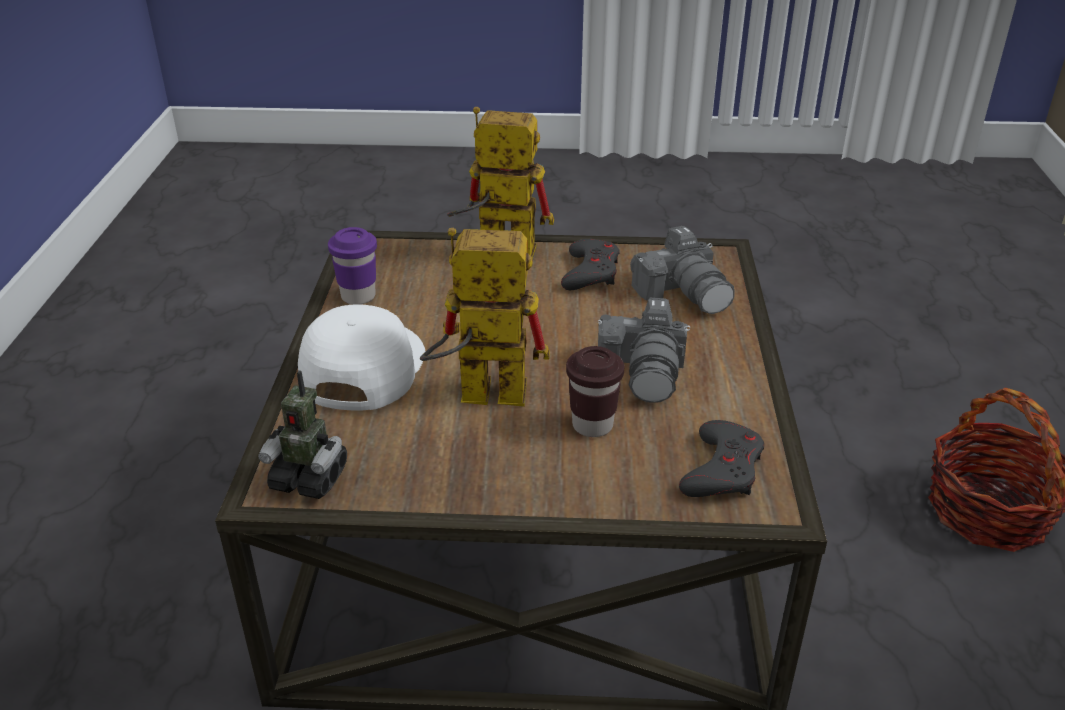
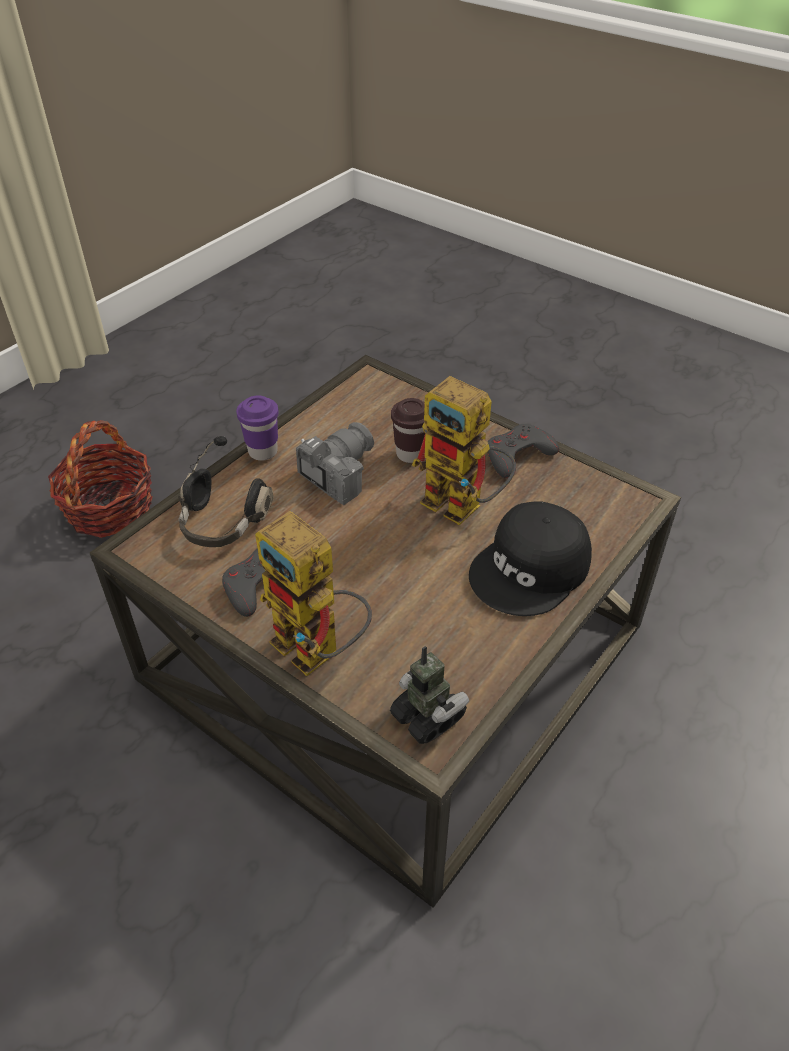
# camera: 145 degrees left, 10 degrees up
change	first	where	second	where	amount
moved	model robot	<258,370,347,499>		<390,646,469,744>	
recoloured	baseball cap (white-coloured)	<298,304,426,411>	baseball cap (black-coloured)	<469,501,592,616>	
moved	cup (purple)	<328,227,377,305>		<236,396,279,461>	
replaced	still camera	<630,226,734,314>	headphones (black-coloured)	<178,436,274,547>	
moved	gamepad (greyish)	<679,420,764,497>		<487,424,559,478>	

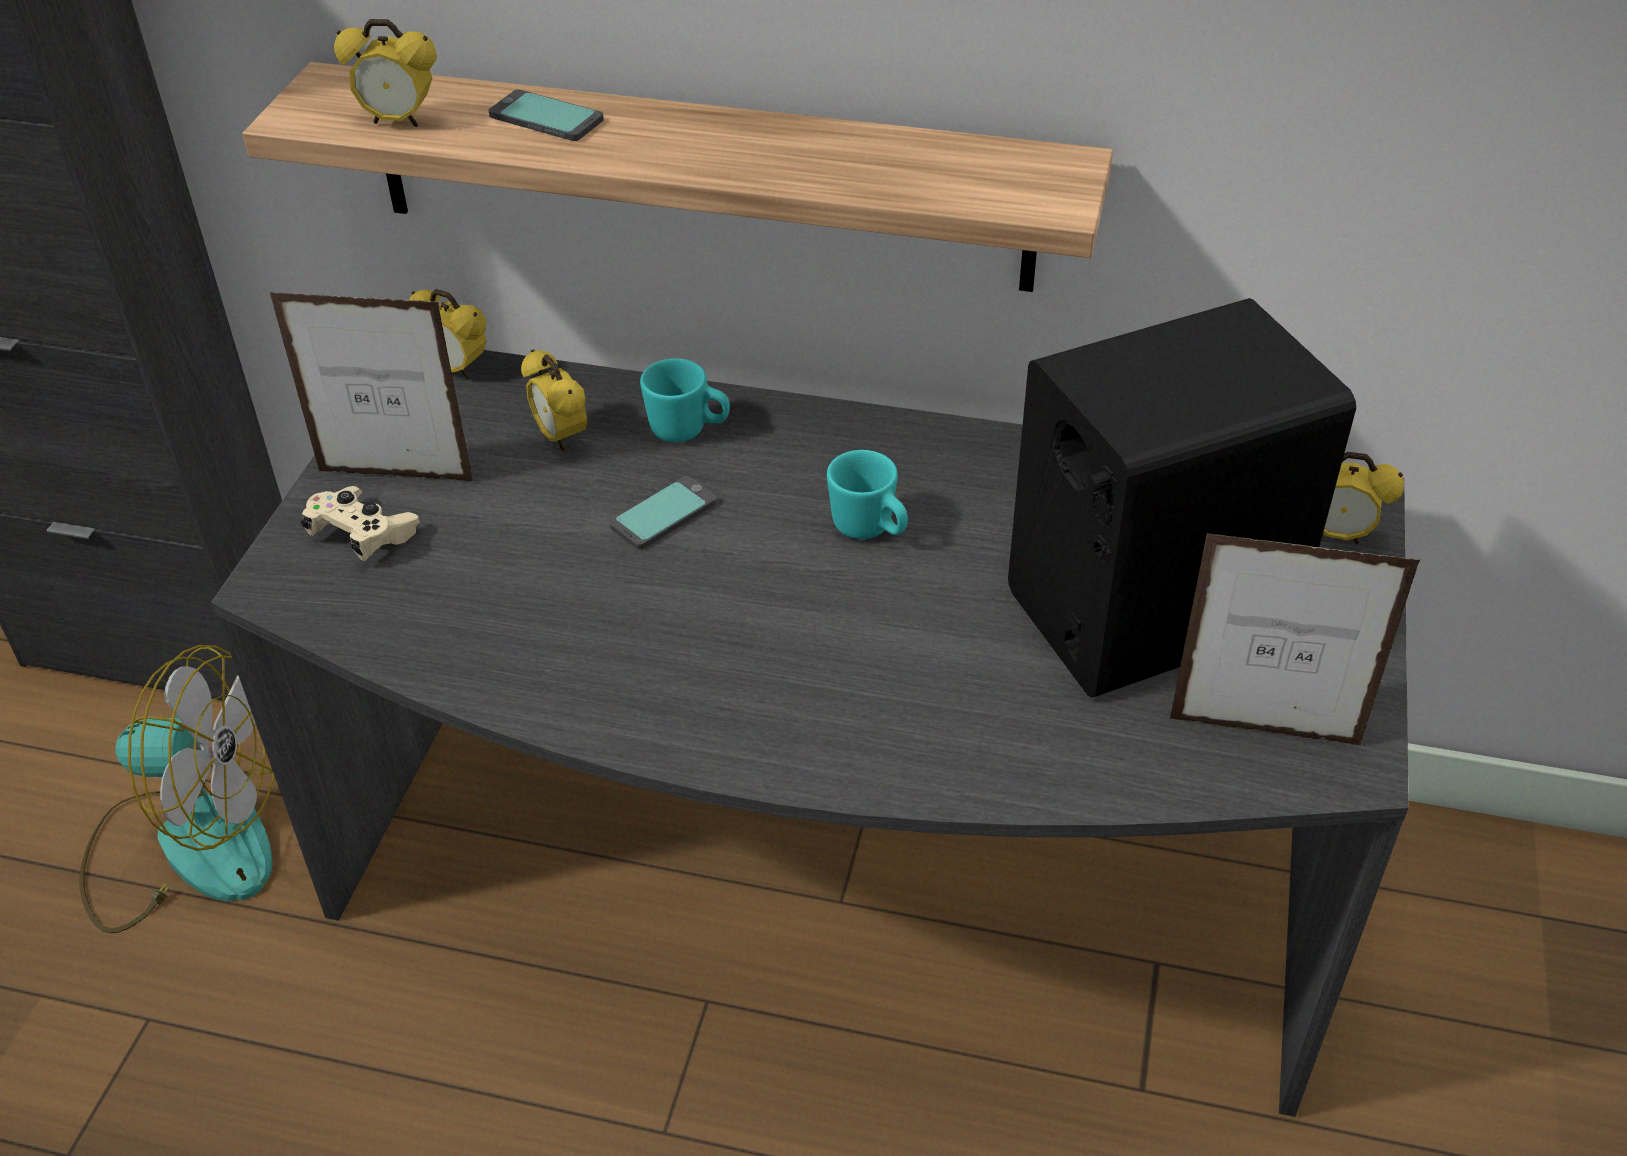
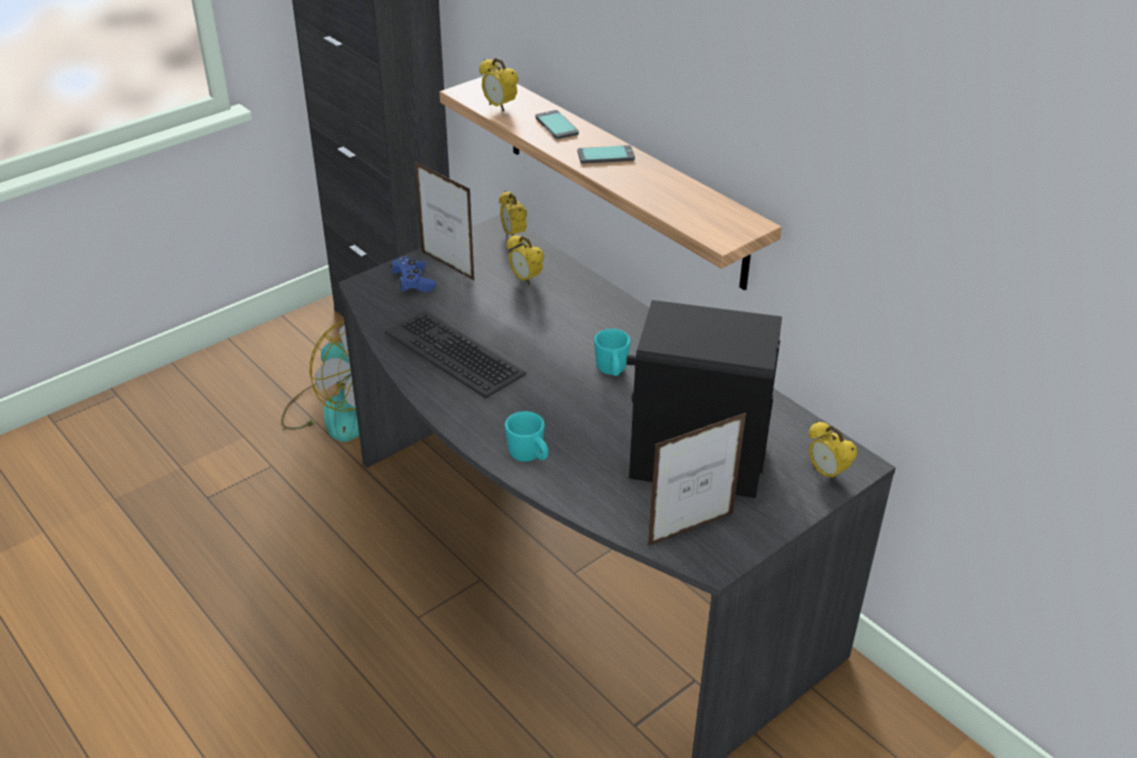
# camera: 35 degrees right, 5 degrees down
change	first	where	second	where	amount
recoloured	gamepad (beige-coloured)	<301,486,420,561>	gamepad (blue-coloured)	<390,257,436,292>	
turned	bedside clock	<521,349,587,452>		<507,235,544,285>	45 degrees counterclockwise
moved	phone	<609,476,717,550>		<578,145,635,164>	
moved	tea mug (turquoise)	<640,358,730,442>		<505,411,548,462>	
turned	picture frame	<1170,533,1421,745>		<647,412,746,547>	105 degrees clockwise
added			keyboard	<385,311,526,399>	

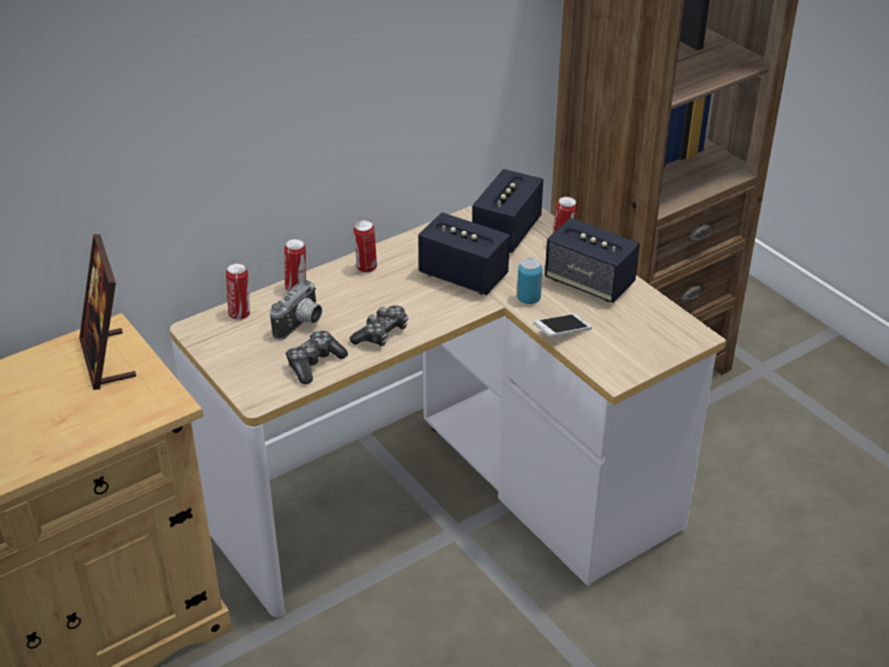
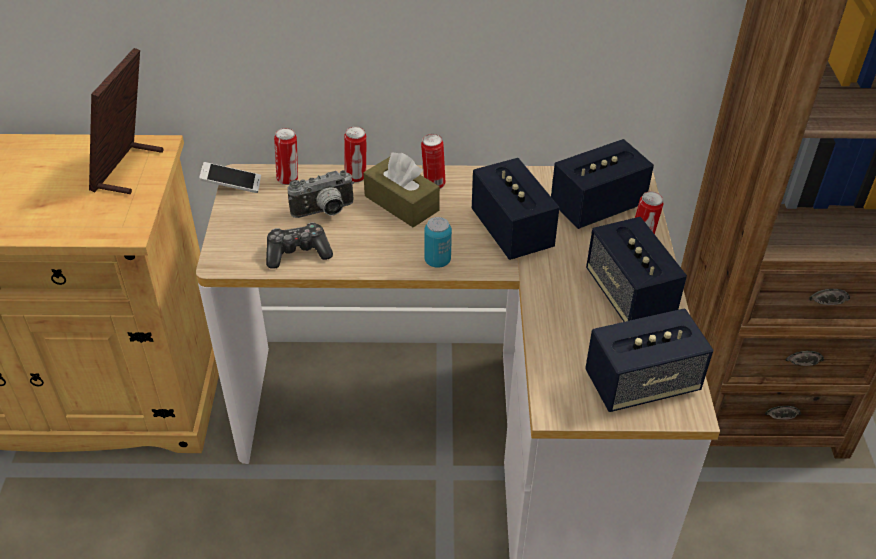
# camera: 35 degrees right, 5 degrees up
change	first	where	second	where	amount
removed	gamepad	<350,306,408,347>			
moved	can	<517,258,542,304>		<424,217,452,268>	
moved	phone	<533,314,592,337>		<199,162,261,193>	
added			tissue box (brown-coloured)	<363,153,440,227>	
added			audio speaker	<585,308,713,412>	

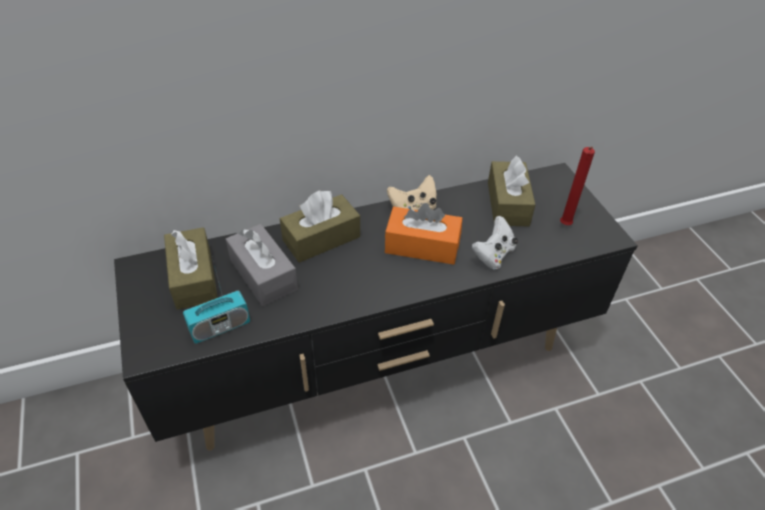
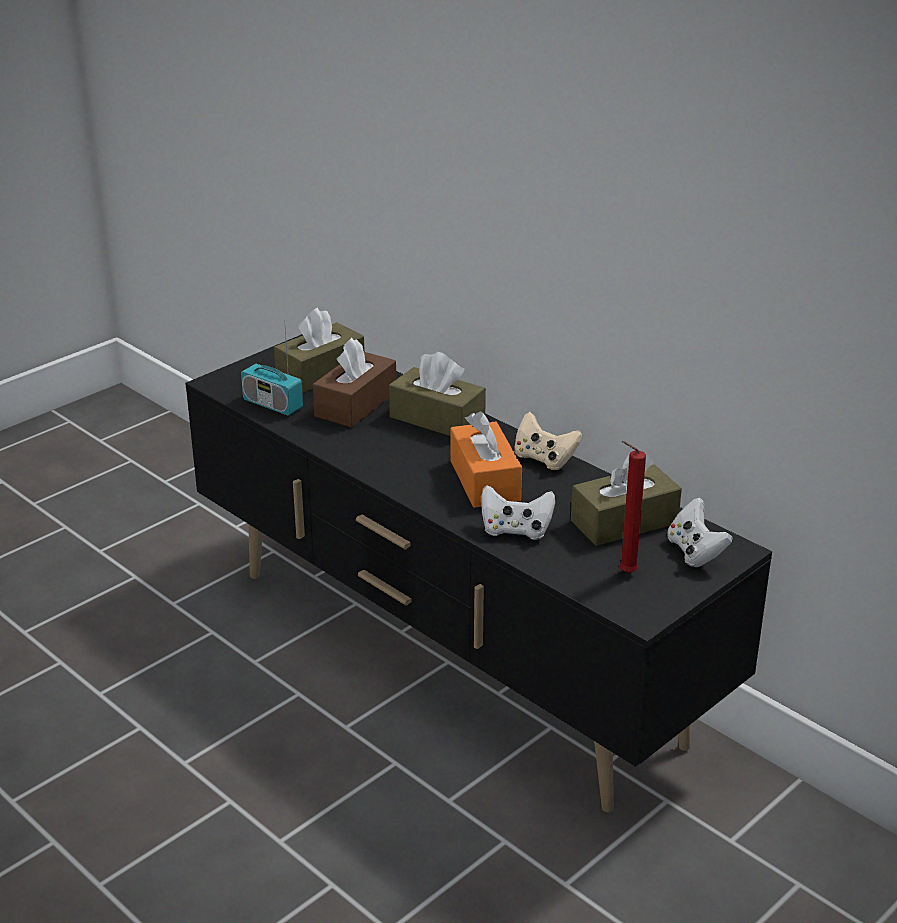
# camera: 65 degrees right, 15 degrees down
change	first	where	second	where	amount
recoloured	tissue box (greyish)	<226,224,298,306>	tissue box (brown-coloured)	<313,338,396,428>	
added			gamepad (white-coloured)	<667,498,733,567>	

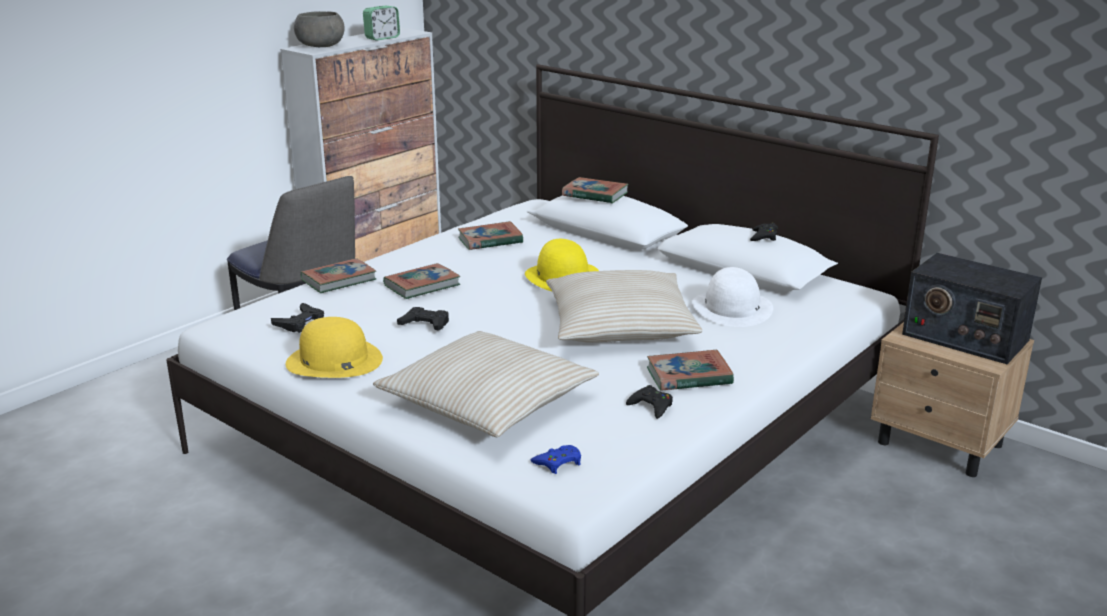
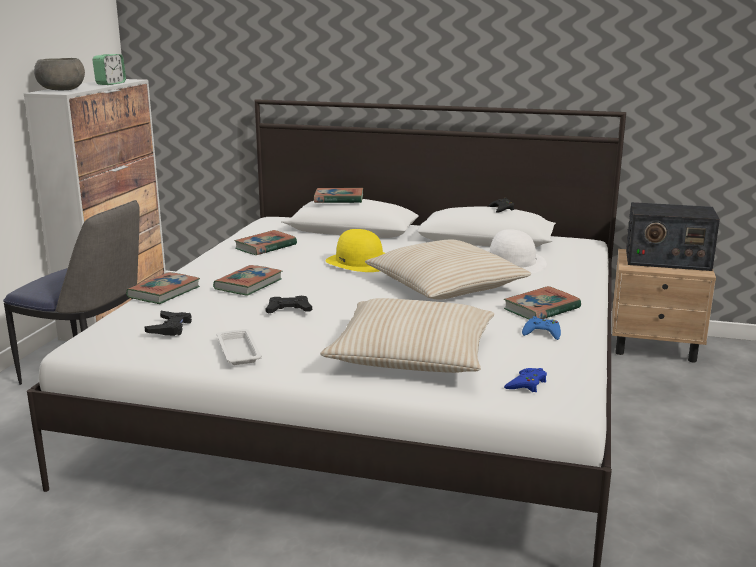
# camera: 25 degrees left, 5 degrees down
change	first	where	second	where	amount
replaced	clothing hat (yellow-coloured)	<286,317,383,378>	tray (white-coloured)	<217,329,262,365>	
recoloured	gamepad (black-coloured)	<626,385,673,419>	gamepad (blue-coloured)	<522,316,561,340>	

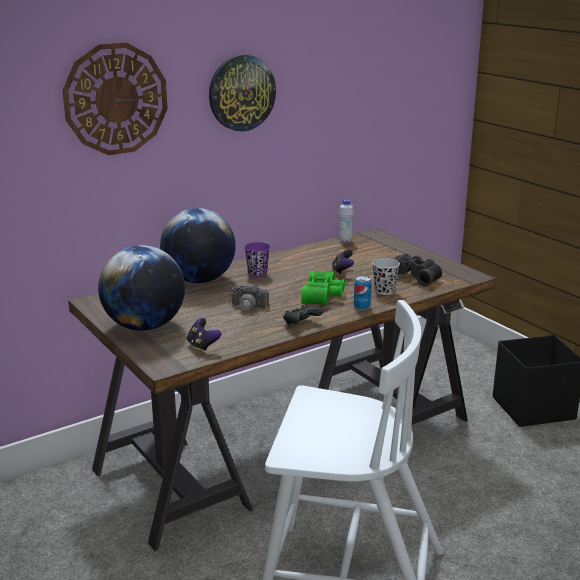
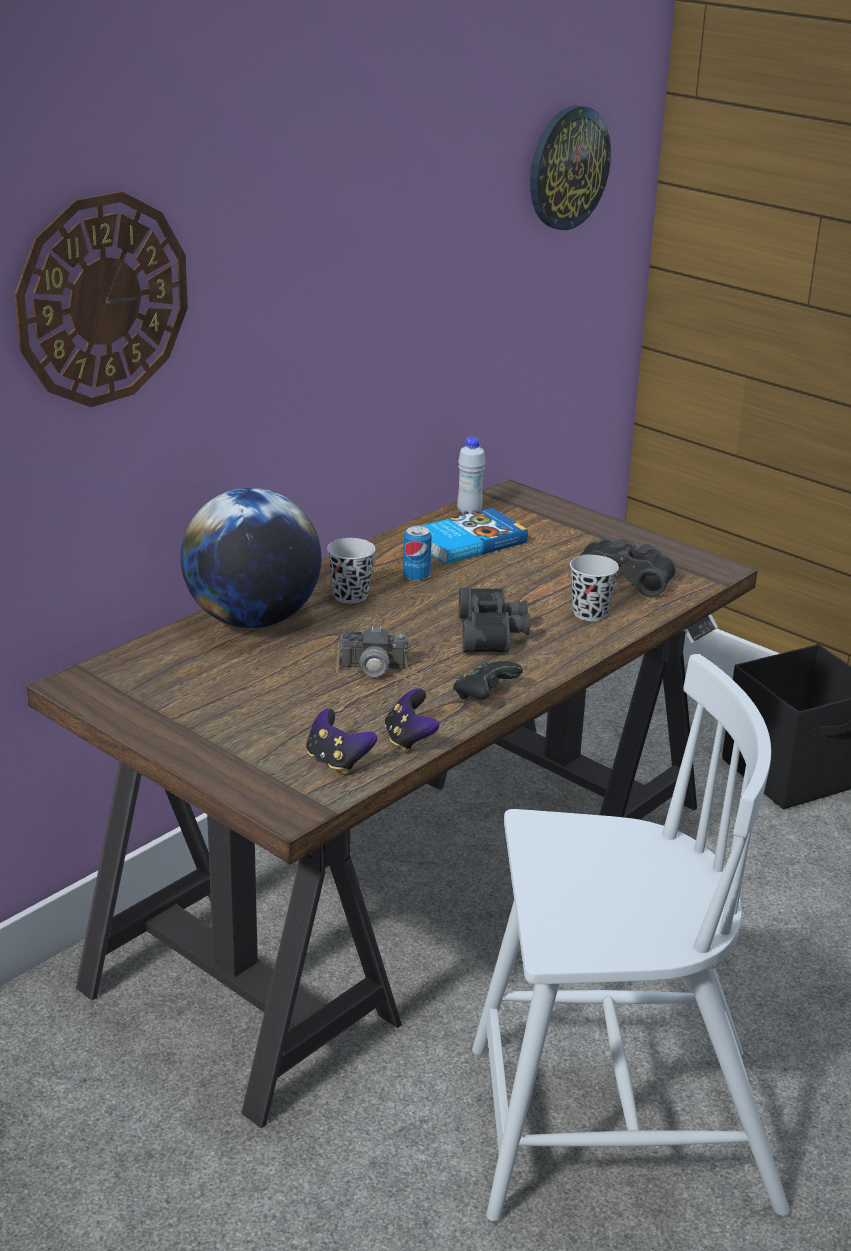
# camera: 15 degrees left, 5 degrees up
change	first	where	second	where	amount
removed	world globe	<98,245,185,331>			
moved	clock on the wall	<209,55,276,132>		<530,105,611,230>	
recoloured	cup (purple)	<244,242,270,277>	cup (black-coloured)	<327,538,375,604>	
recoloured	field glasses (greenish)	<301,270,345,305>	field glasses (black-coloured)	<459,588,530,653>	
moved	gamepad	<332,250,354,275>		<384,688,439,752>	
moved	can	<354,276,372,310>		<403,526,432,581>	
added			volume	<422,508,528,564>	

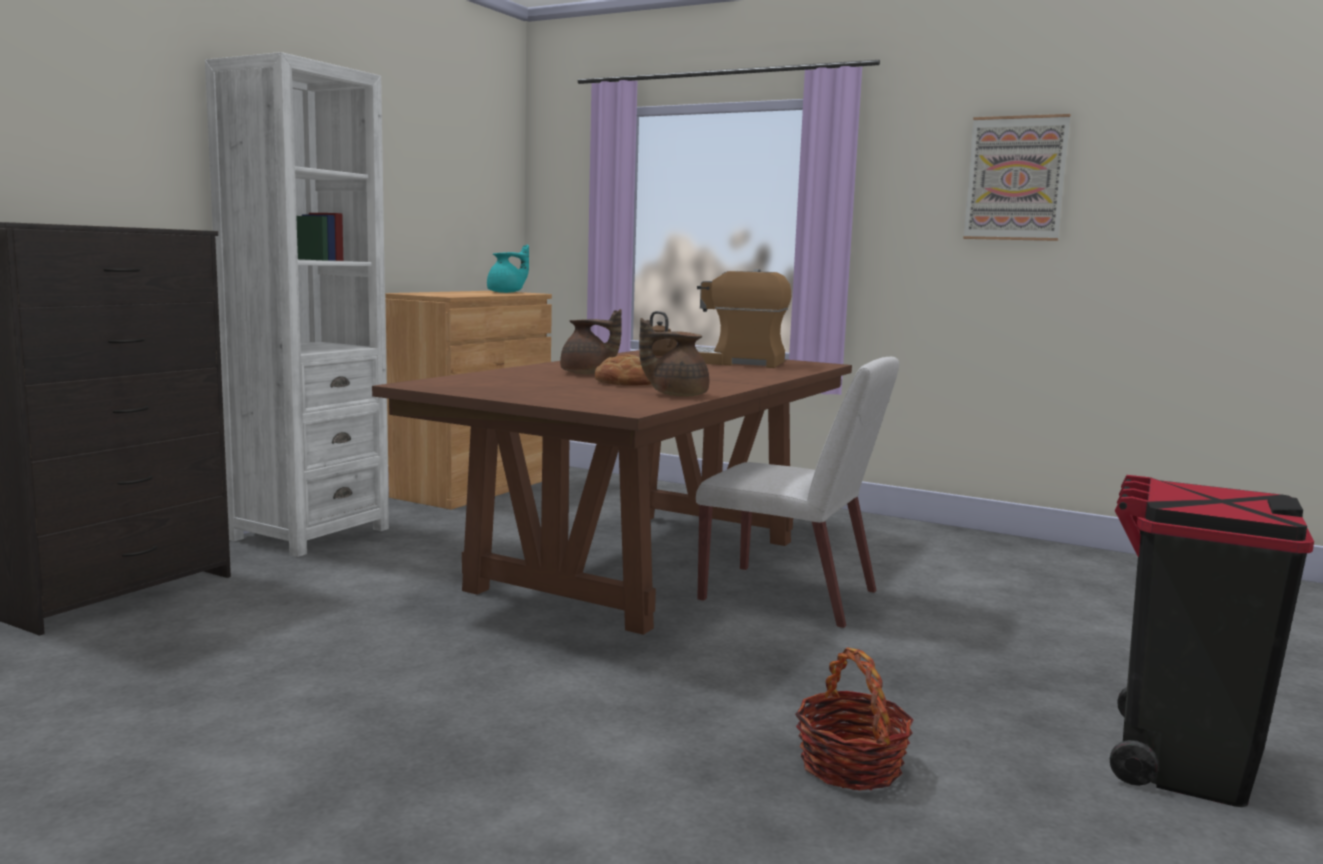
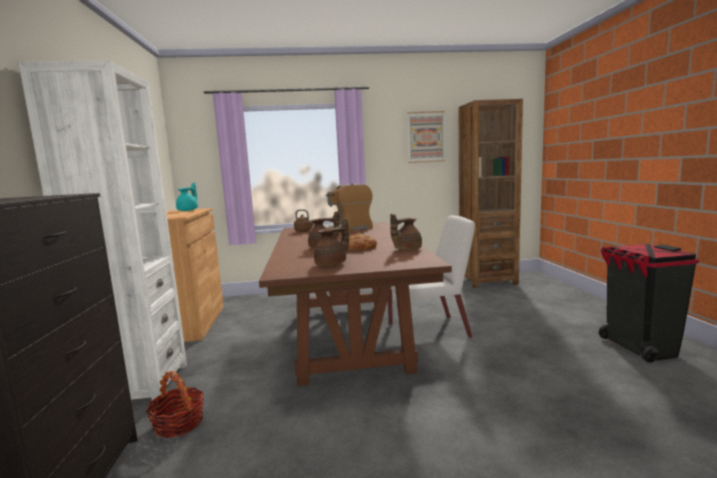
# camera: 35 degrees left, 0 degrees up
change	first	where	second	where	amount
moved	storage basket	<795,648,914,790>		<146,371,204,438>	
added			teapot (brown-coloured)	<314,219,349,266>	
added			shelving unit (brown-coloured)	<459,99,523,289>	

